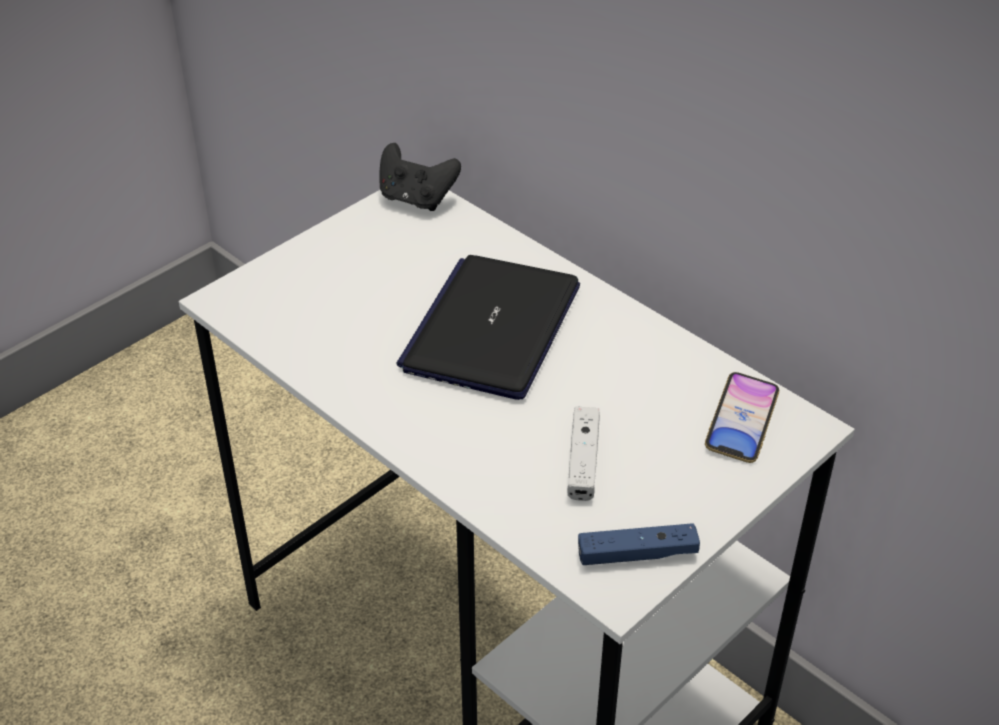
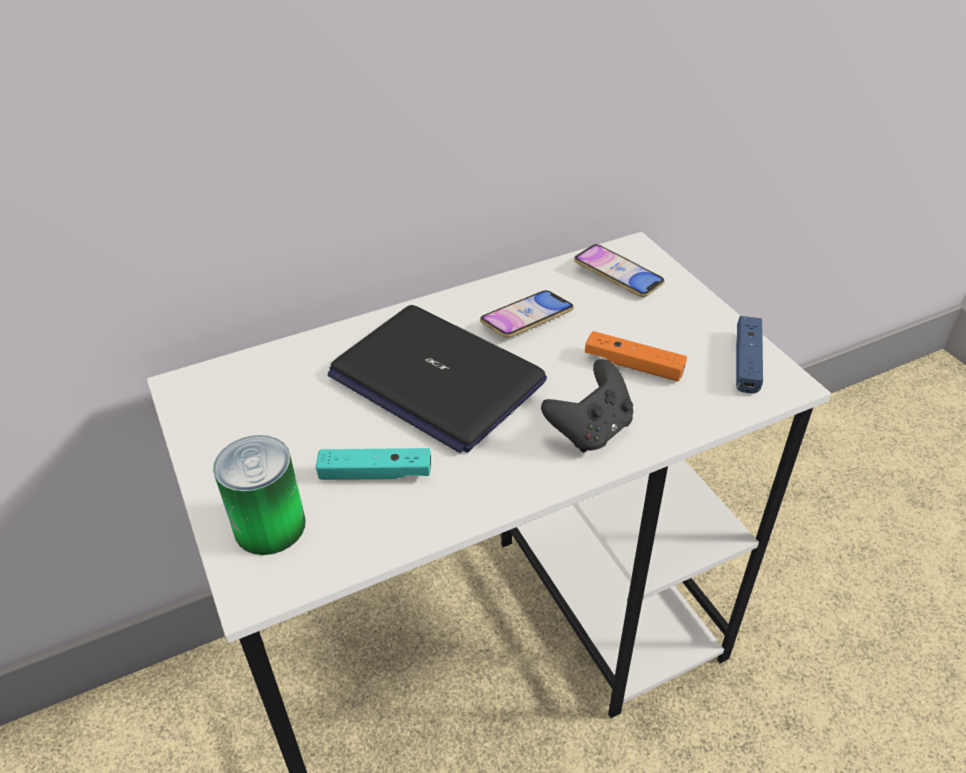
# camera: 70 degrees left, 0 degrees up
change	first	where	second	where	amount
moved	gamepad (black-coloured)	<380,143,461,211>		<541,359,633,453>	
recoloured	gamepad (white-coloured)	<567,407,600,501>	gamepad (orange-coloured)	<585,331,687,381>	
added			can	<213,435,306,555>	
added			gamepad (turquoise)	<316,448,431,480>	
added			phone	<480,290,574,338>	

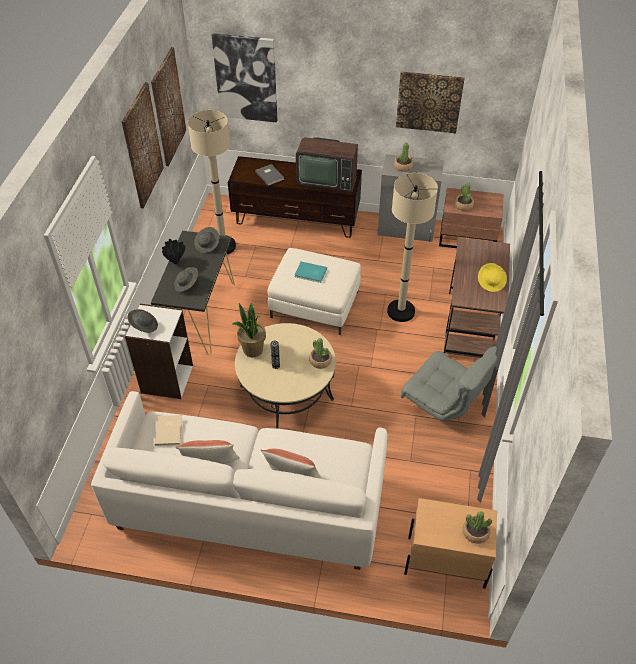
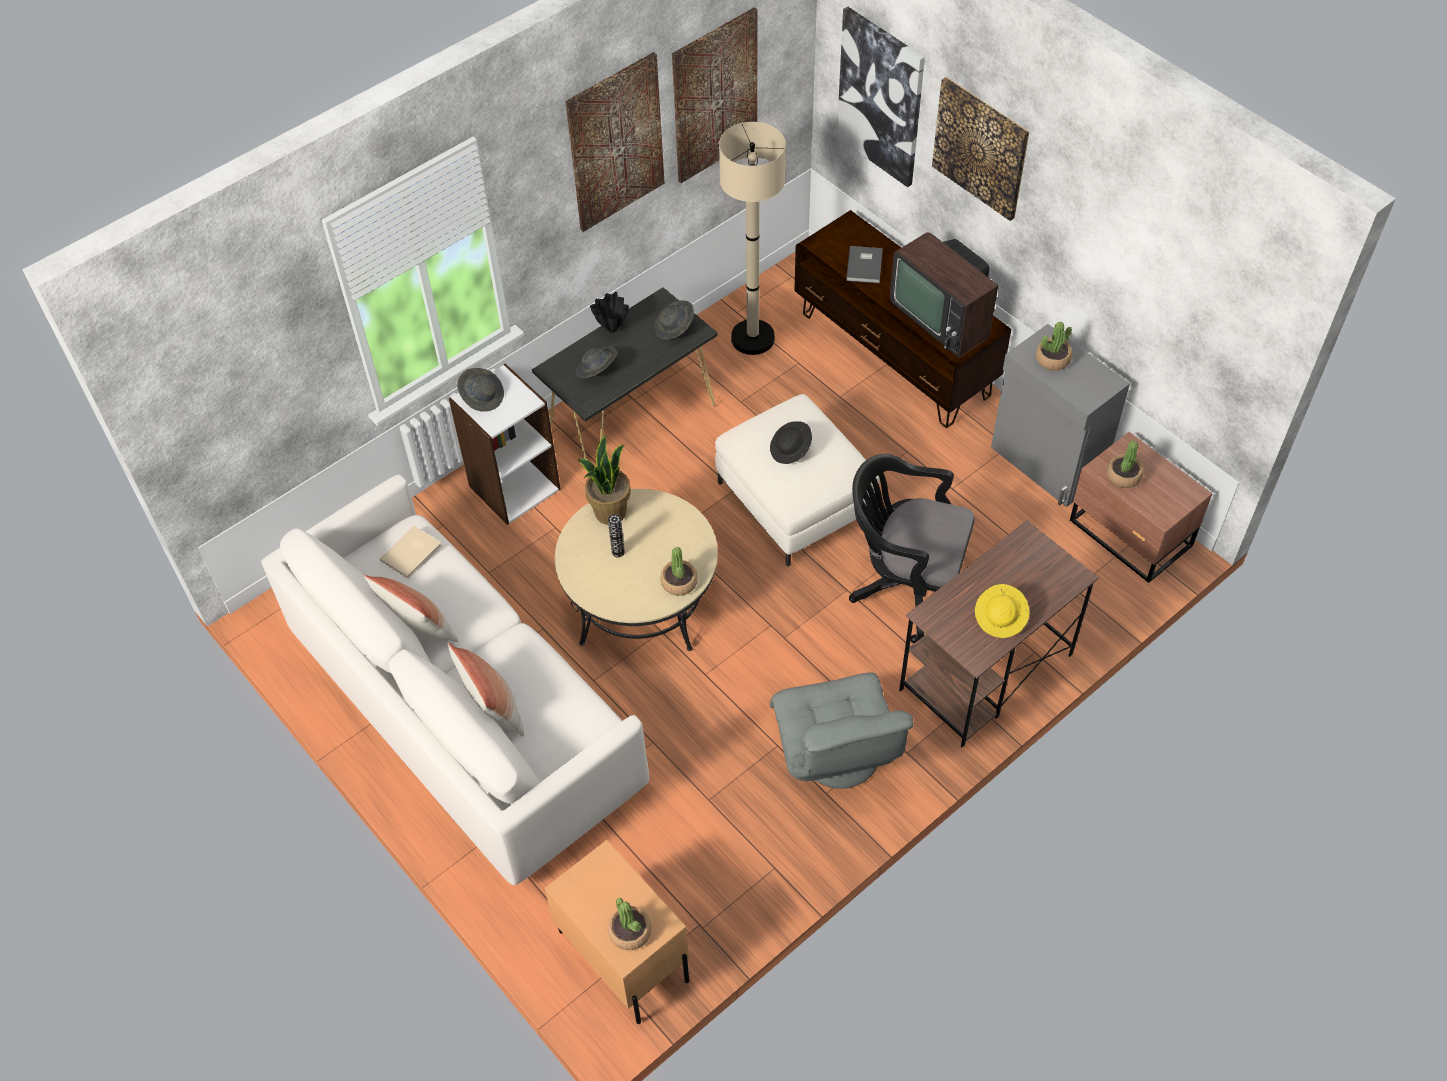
# camera: 40 degrees right, 5 degrees up
change	first	where	second	where	amount
replaced	volume (turquoise)	<295,262,327,283>	clothing hat (black-coloured)	<770,421,812,464>	
replaced	floor lamp (beige-coloured)	<387,173,438,322>	desk chair (black-coloured)	<849,454,975,643>	
moved	wall picture	<396,71,465,133>		<932,77,1029,221>	

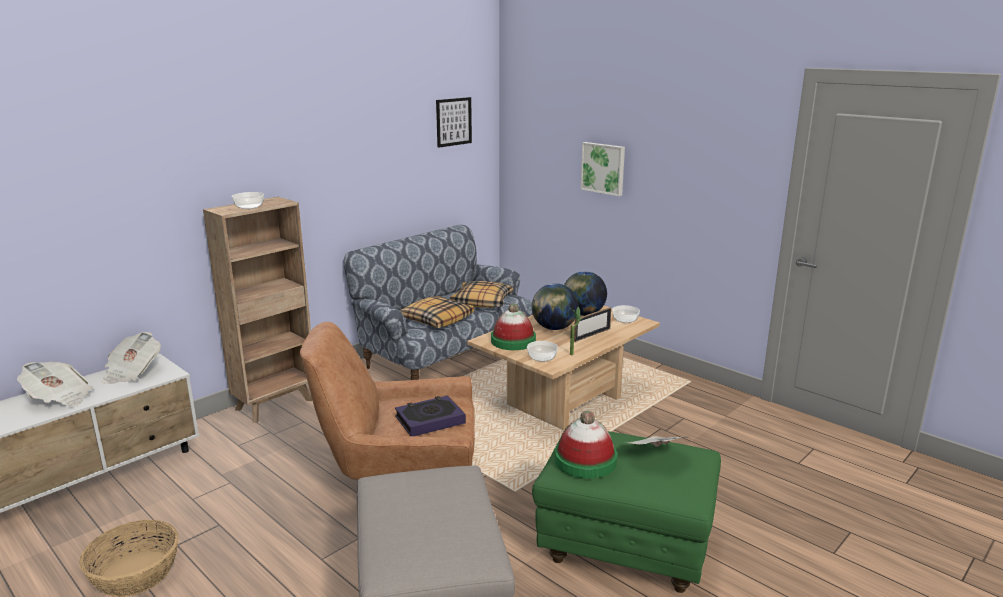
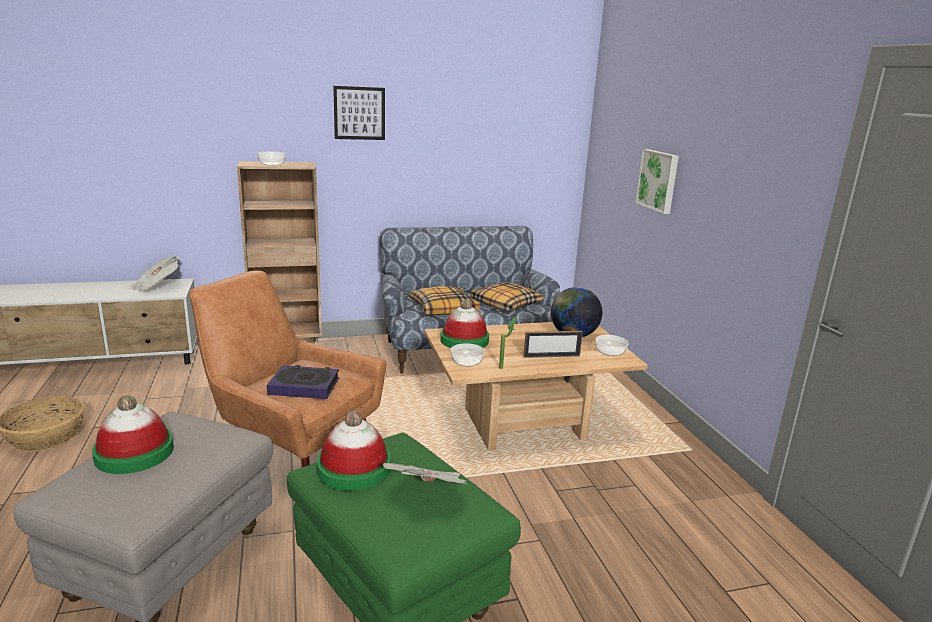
# camera: 30 degrees right, 0 degrees up
change	first	where	second	where	amount
removed	printed paper	<17,362,93,407>			
moved	wall picture	<436,97,472,148>		<333,86,385,140>	
removed	world globe	<532,283,579,330>			
added			clothing hat	<92,395,174,474>	

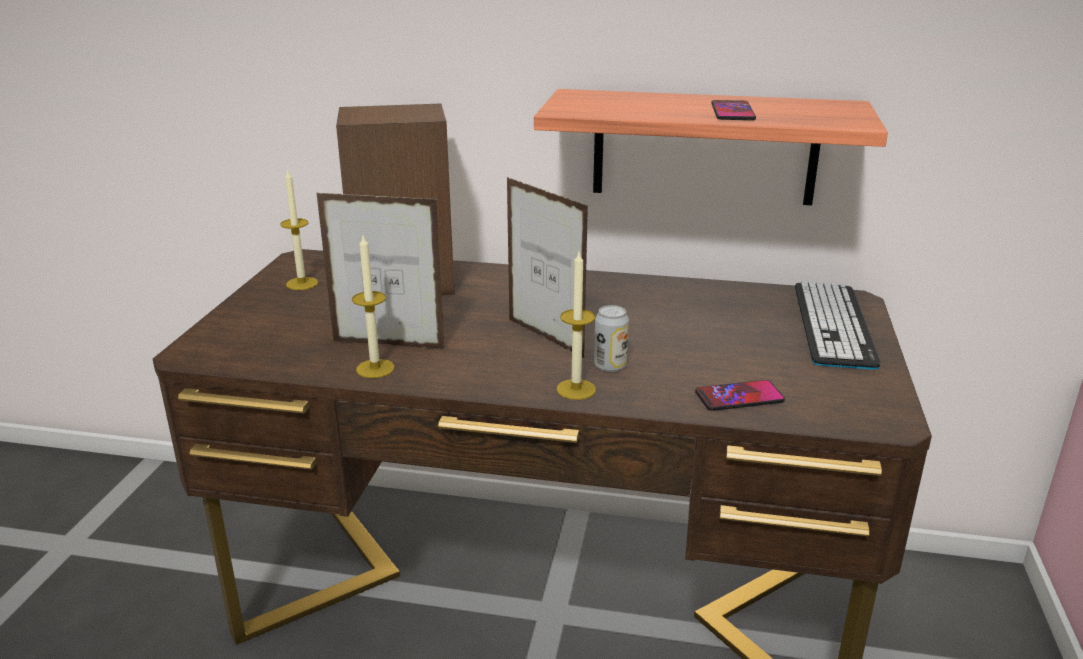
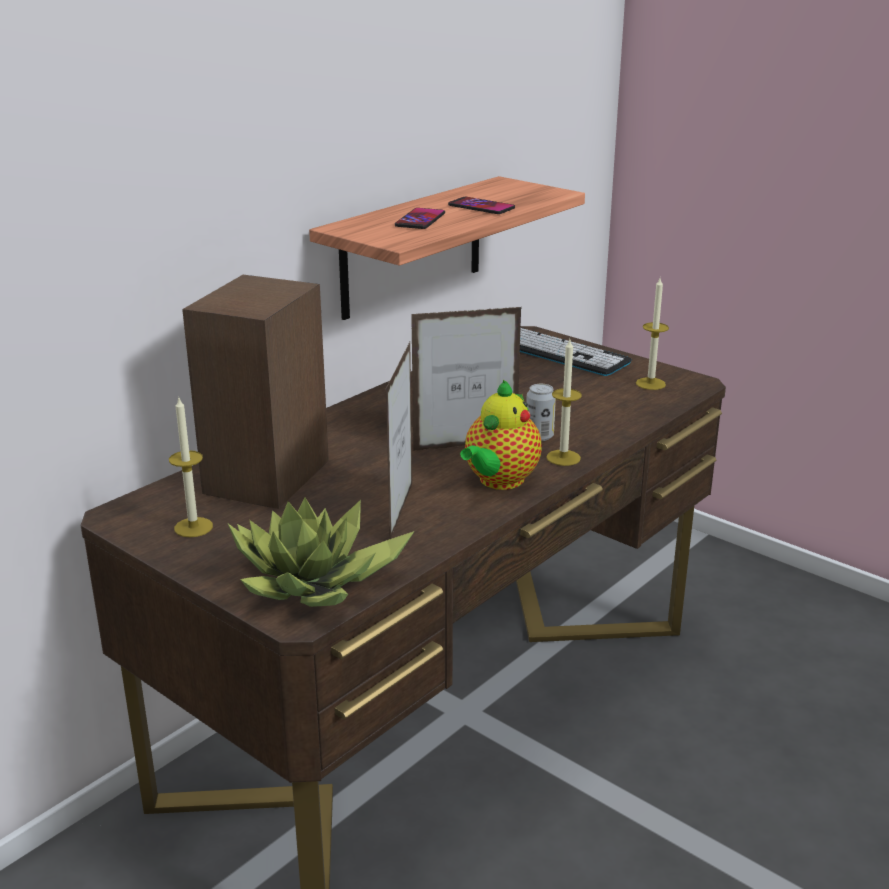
# camera: 60 degrees left, 0 degrees up
change	first	where	second	where	amount
turned	picture frame	<317,193,445,349>		<386,342,412,539>	150 degrees clockwise
moved	wax light	<352,236,395,378>		<636,278,669,390>	
moved	phone	<695,380,785,411>		<395,208,445,229>	
added			potted plant	<228,498,414,607>	
added			teapot	<460,380,542,490>	

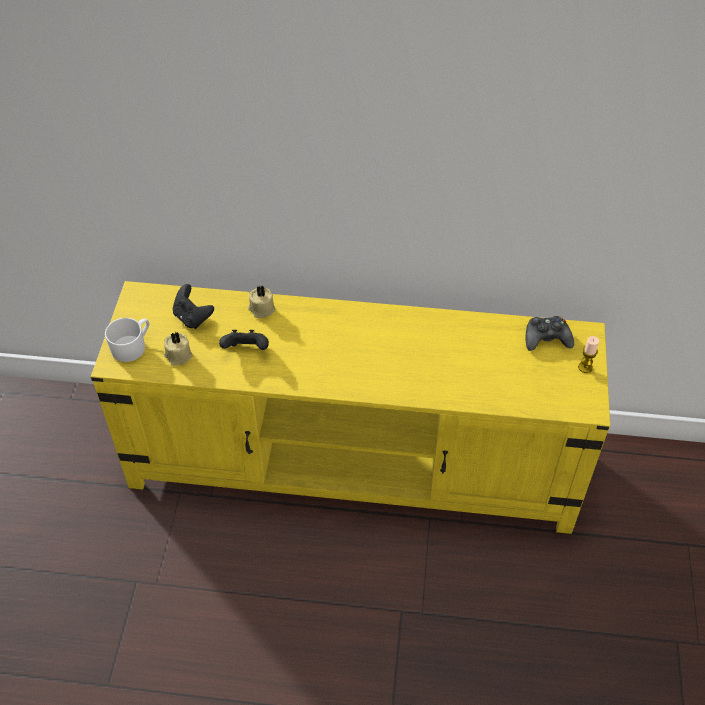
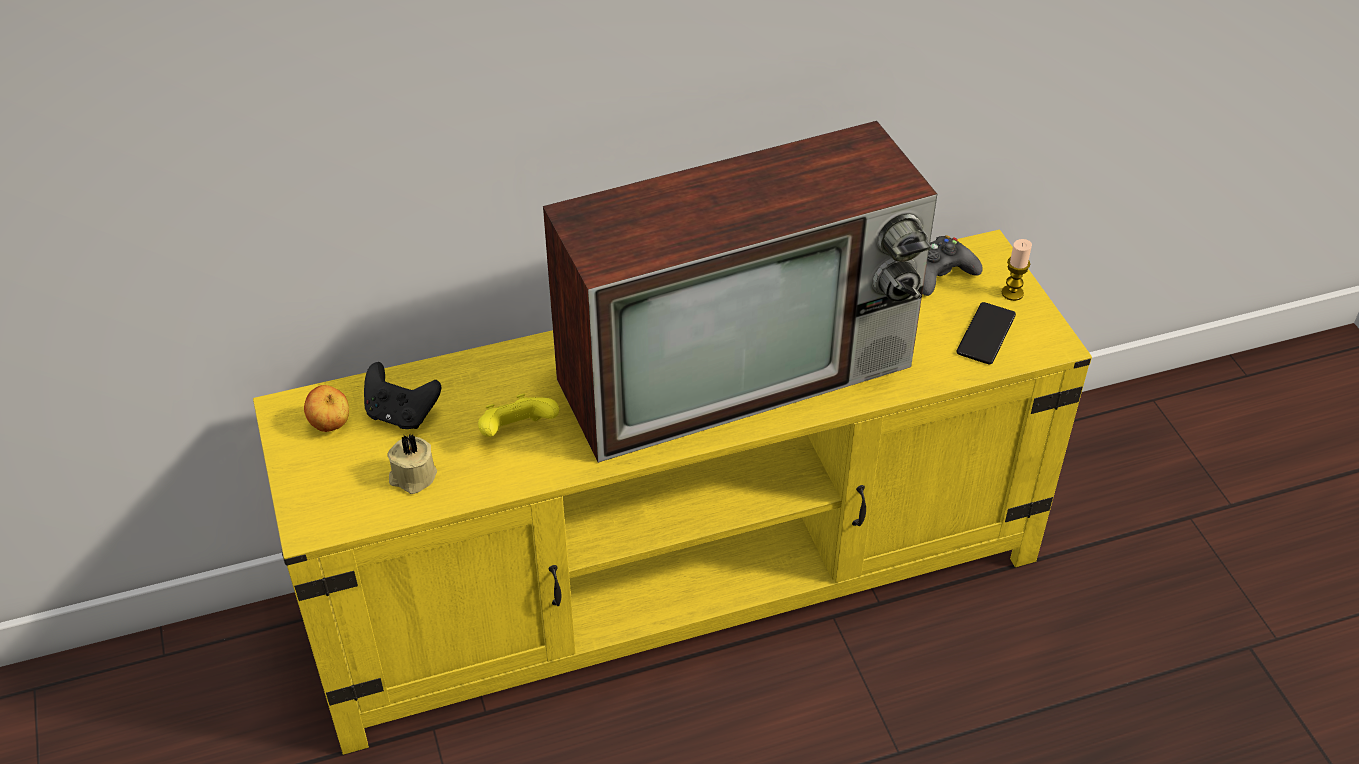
# camera: 25 degrees left, 5 degrees down
change	first	where	second	where	amount
removed	tea mug (white-coloured)	<105,318,149,362>			
recoloured	gamepad (black-coloured)	<219,330,269,350>	gamepad (yellow-coloured)	<478,394,559,437>	
removed	wax light (beige-coloured)	<248,285,275,318>			
added			apple fruit	<304,385,349,432>	
added			TV	<543,121,937,463>	
added			phone	<956,302,1016,365>	

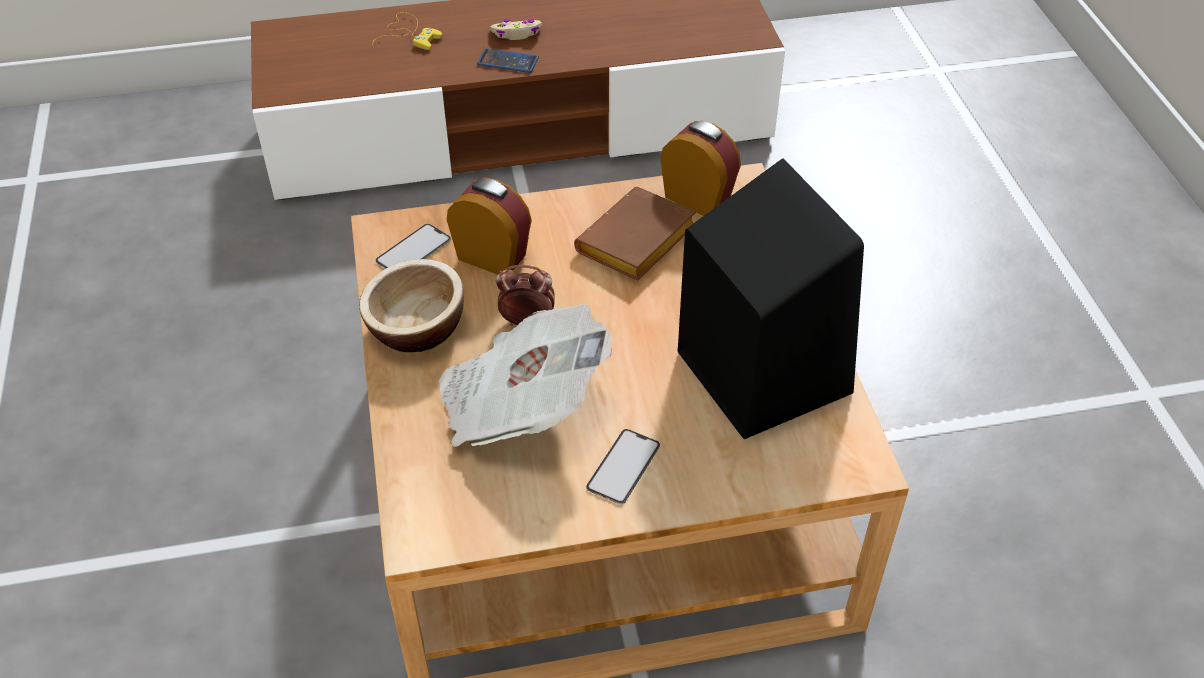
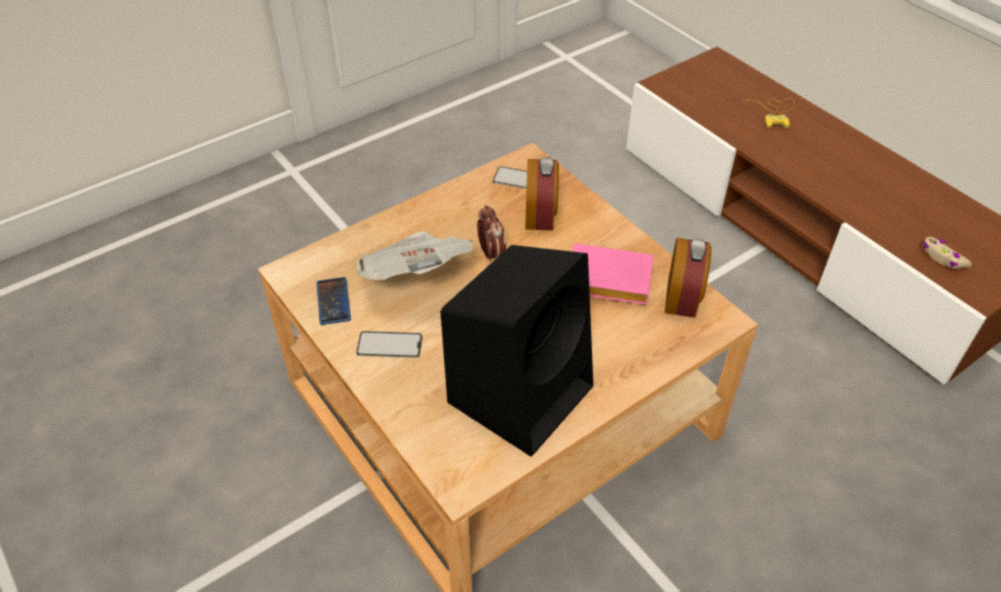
# camera: 65 degrees right, 0 degrees up
change	first	where	second	where	amount
removed	bowl	<359,259,464,352>			
moved	phone	<477,48,539,73>		<317,277,351,325>	
moved	gamepad (beige-coloured)	<490,19,542,40>		<923,237,972,269>	
recoloured	volume (brown-coloured)	<574,187,696,281>	volume (pink-coloured)	<572,243,654,305>	

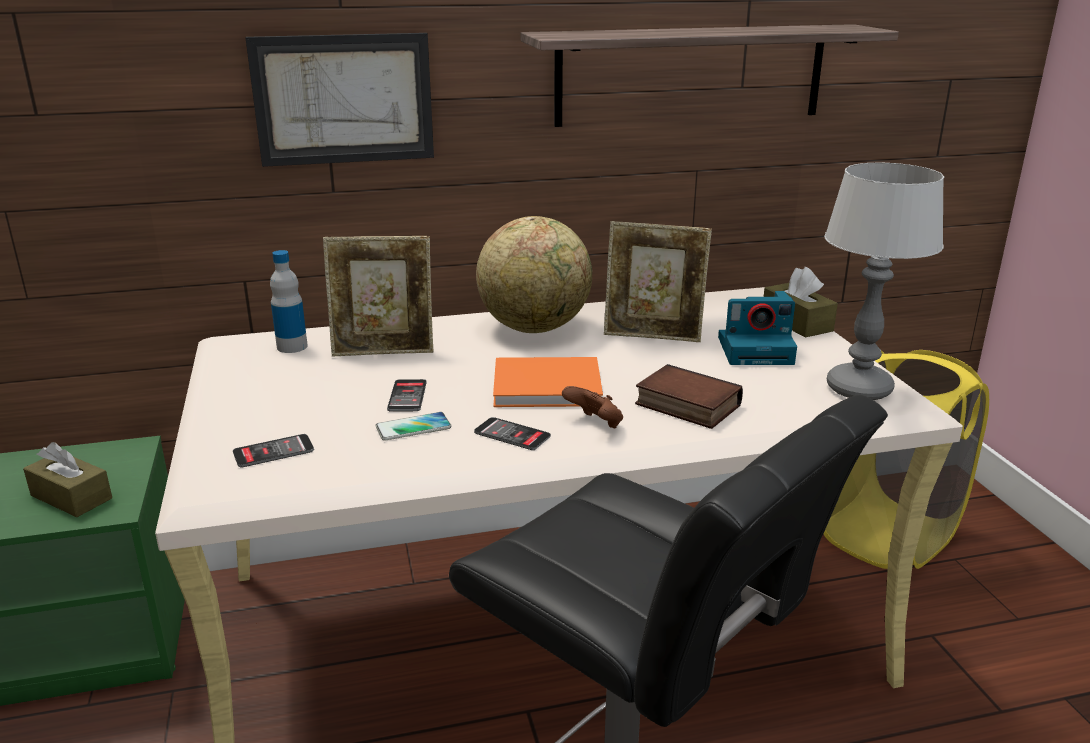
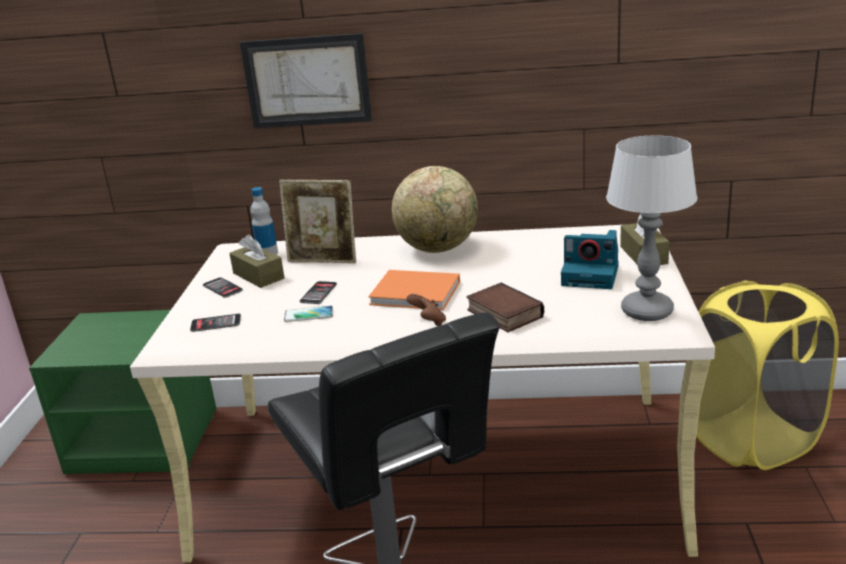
# camera: 20 degrees right, 0 degrees up
change	first	where	second	where	amount
moved	tissue box (brown-coloured)	<23,442,112,517>		<229,234,285,288>	
moved	phone	<474,417,551,450>		<203,277,243,298>	
removed	wall shelf	<521,24,899,127>			
removed	picture frame	<604,221,712,342>			

